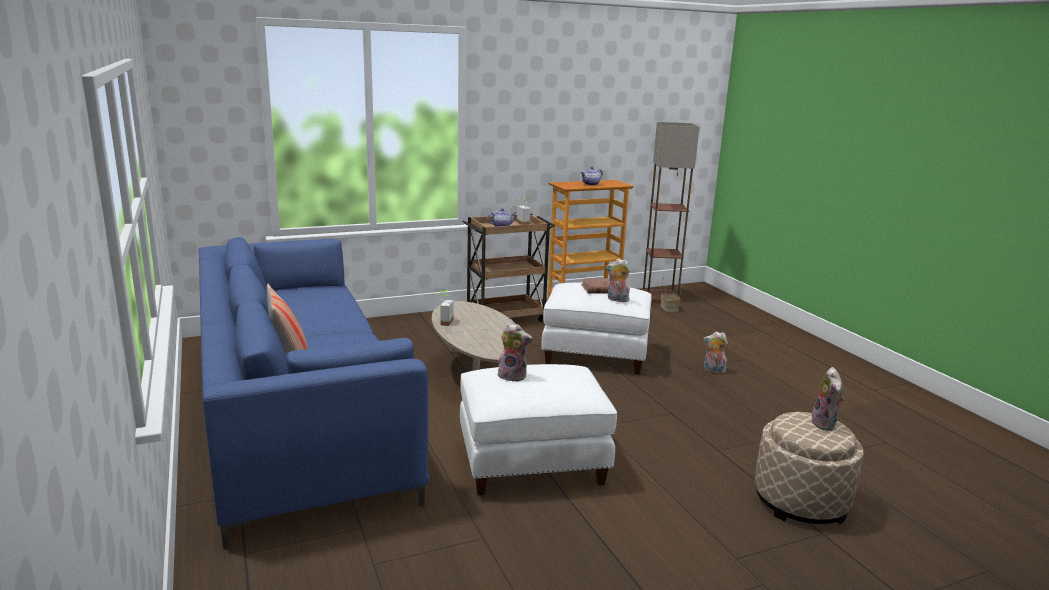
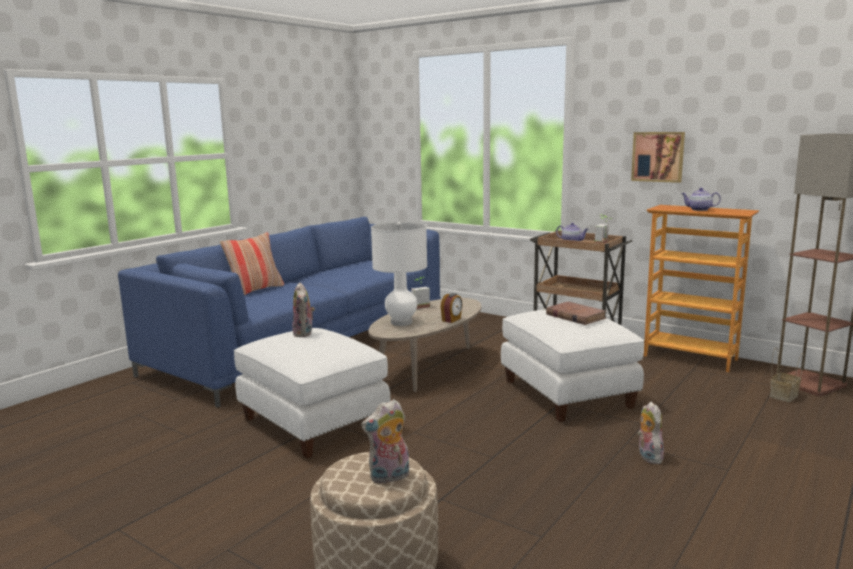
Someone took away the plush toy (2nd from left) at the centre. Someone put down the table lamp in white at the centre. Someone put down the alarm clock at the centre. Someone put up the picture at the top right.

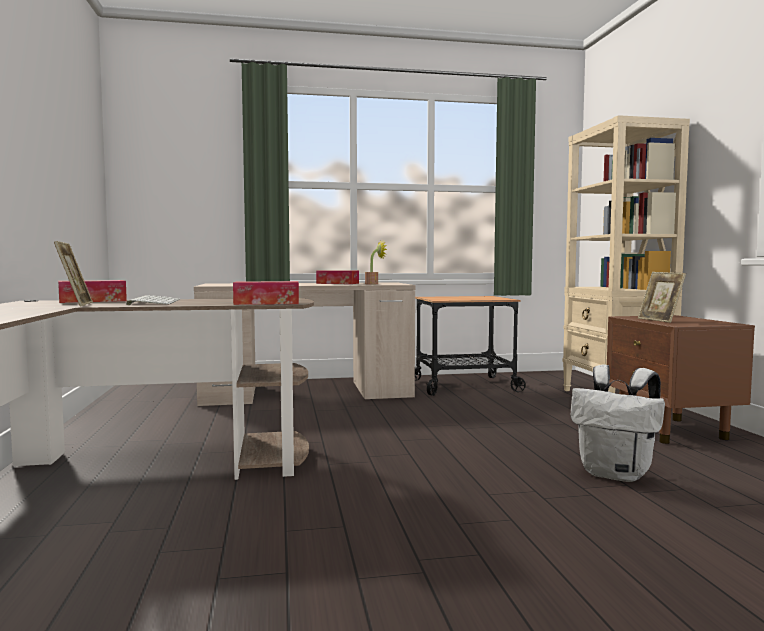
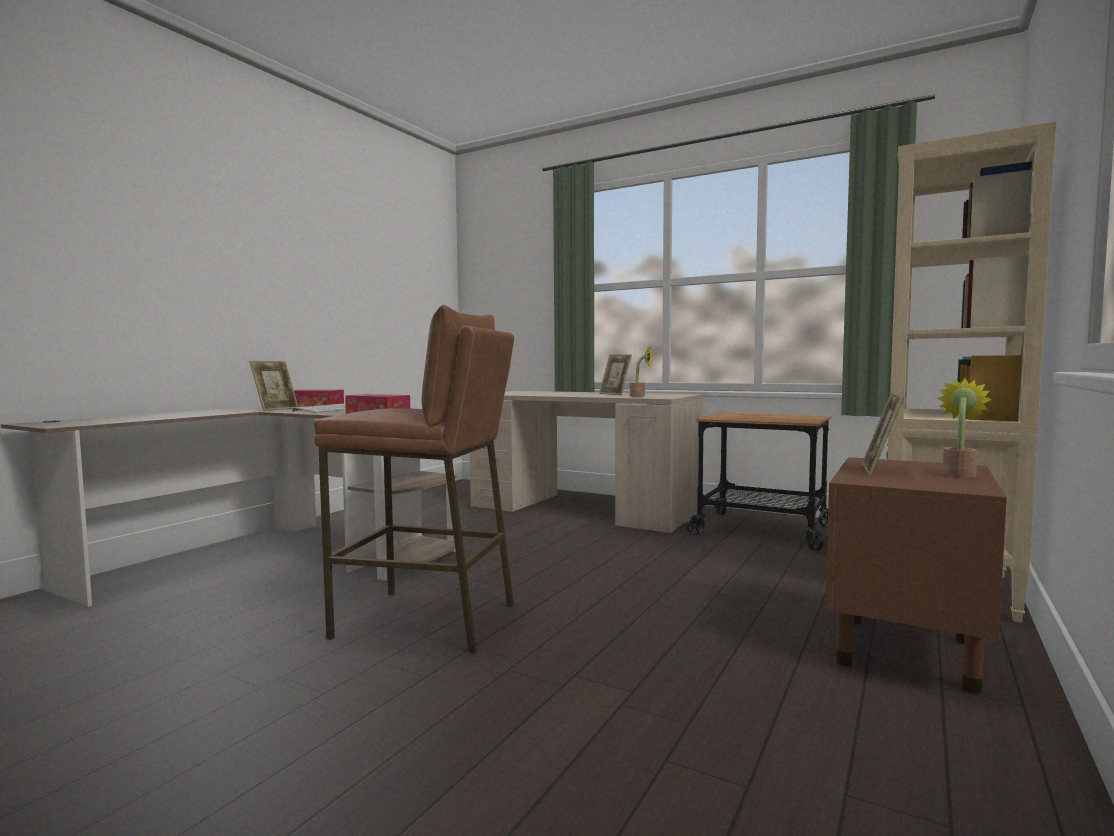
Someone swapped the tissue box (3rd from left) at the centre for the picture frame (2nd from left) at the centre. Someone took away the backpack in white at the bottom right. Someone put down the stool in brown at the centre. Someone put down the potted plant (2nd from left) at the middle right.

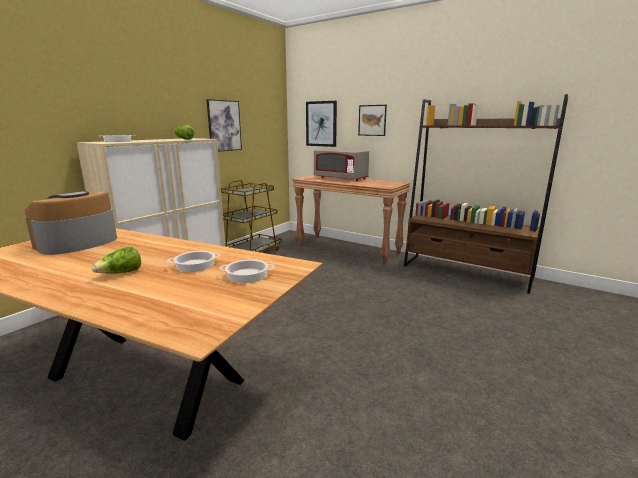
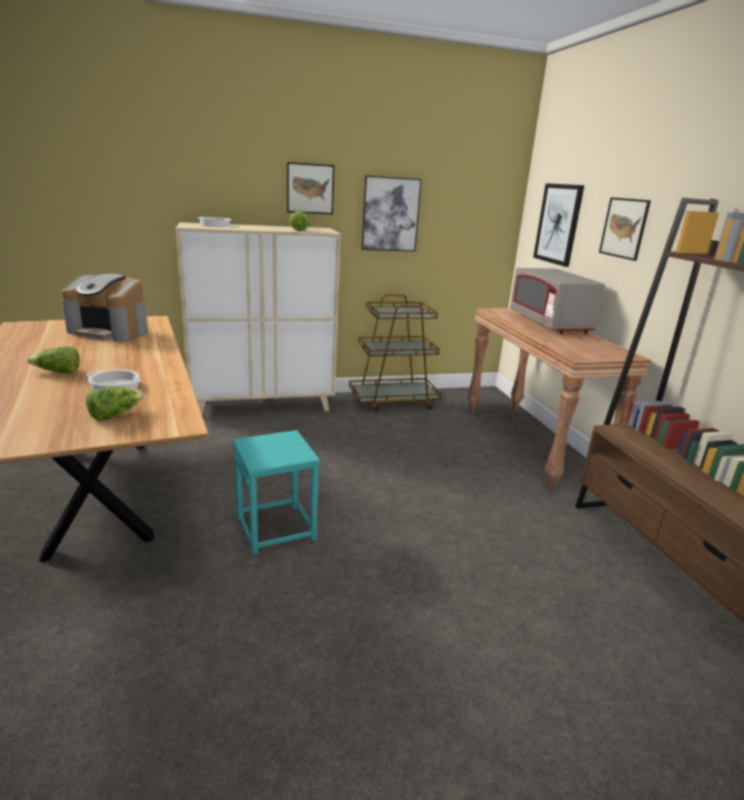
Someone rotated the coffee machine at the middle left by 150 degrees counterclockwise. Someone swapped the cooking pot (3rd from left) at the centre for the lettuce (2nd from left) at the middle left. Someone put down the stool in turquoise at the centre. Someone put up the picture (1st from left) at the top centre.

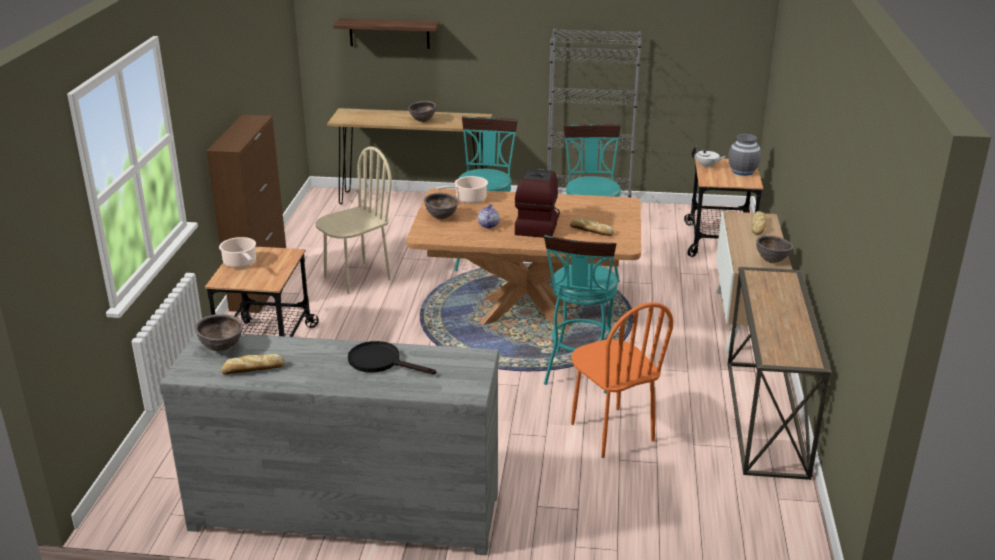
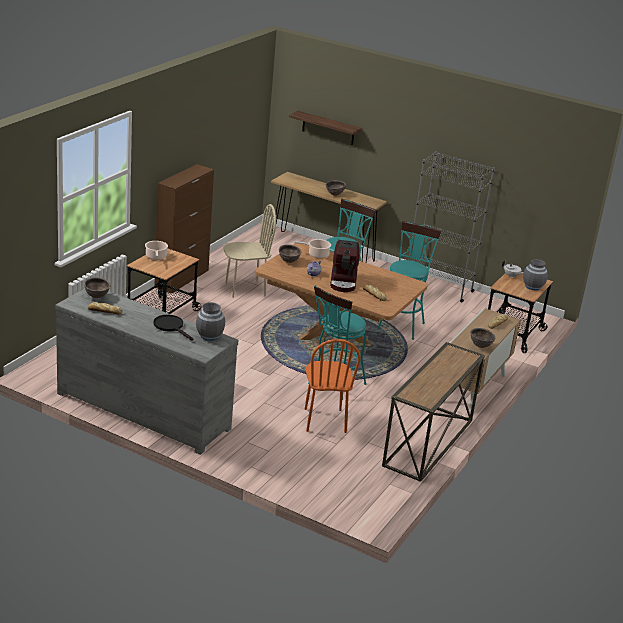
Someone rotated the coffee machine at the centre by 150 degrees clockwise. Someone put down the vase in grey (1st from left) at the centre.

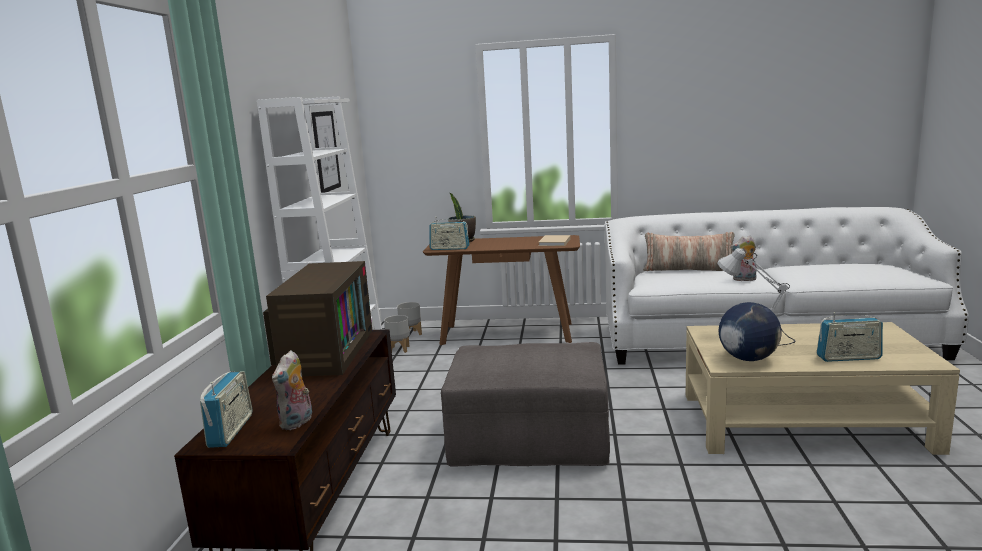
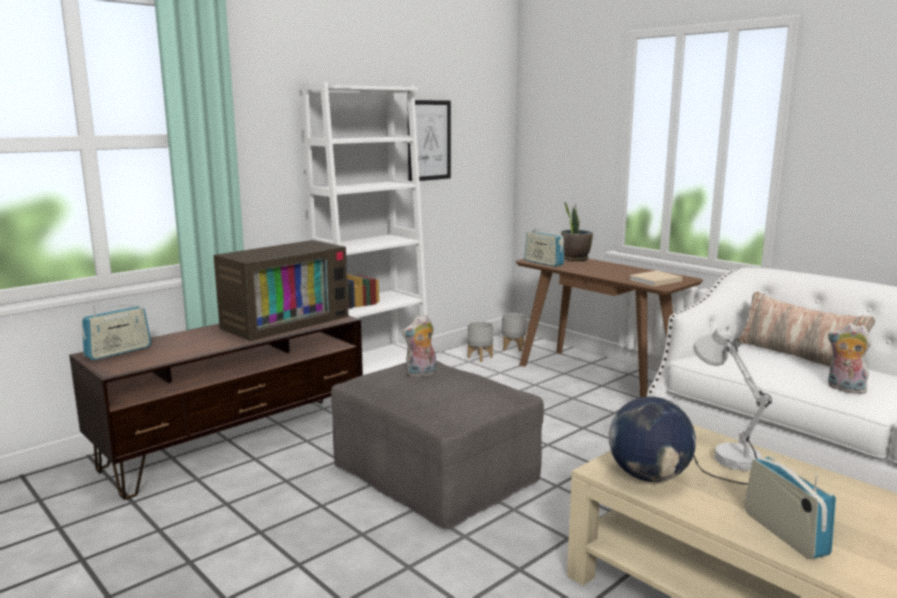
Someone carried the plush toy (1st from left) from the bottom left to the centre. Someone rotated the radio (3rd from left) at the middle right by 150 degrees counterclockwise.

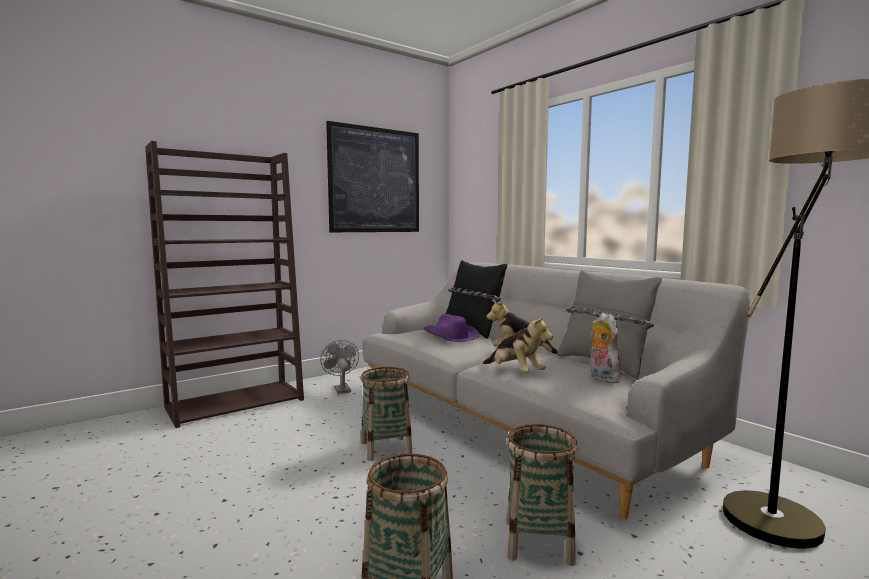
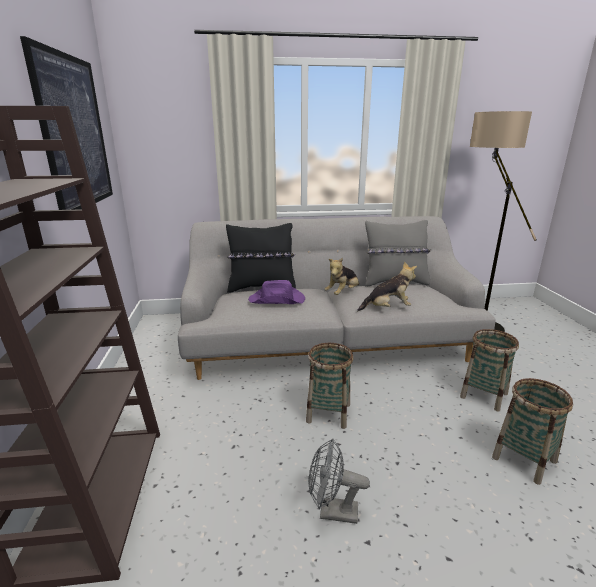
Someone carried the fan in grey from the centre to the bottom centre. Someone took away the plush toy (3rd from left) at the middle right.

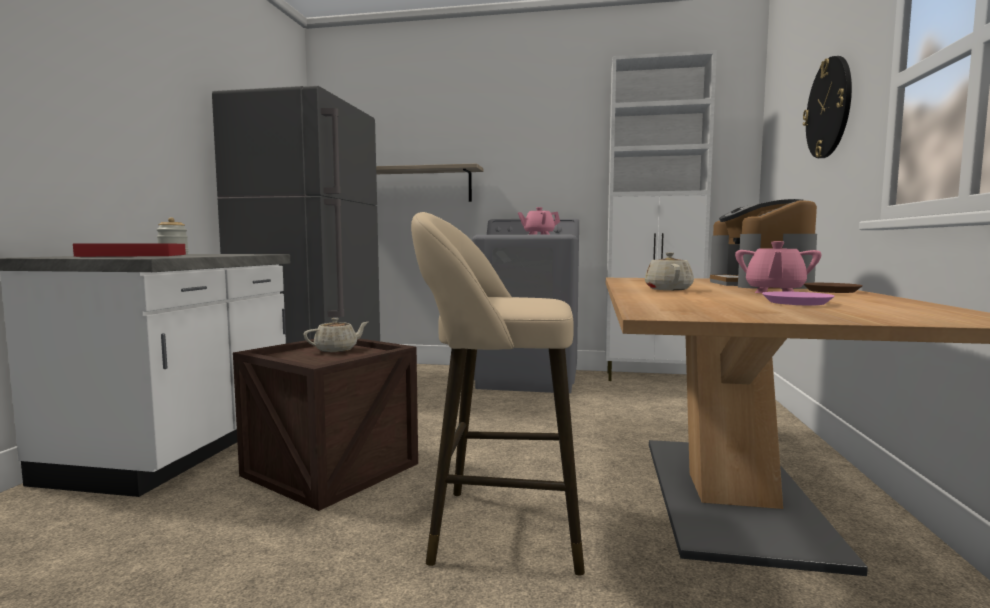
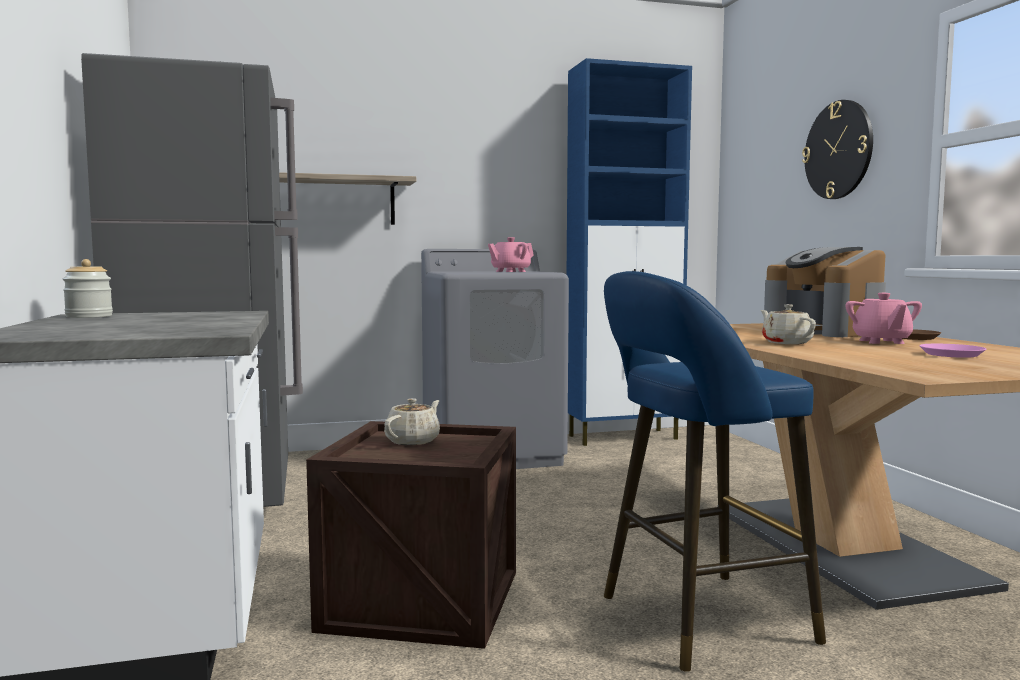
Someone took away the tray in red at the middle left. Someone repainted the stool in beige at the centre, which became the stool in blue at the bottom right. Someone repainted the cabinet in white at the middle right, which became the cabinet in blue at the centre.

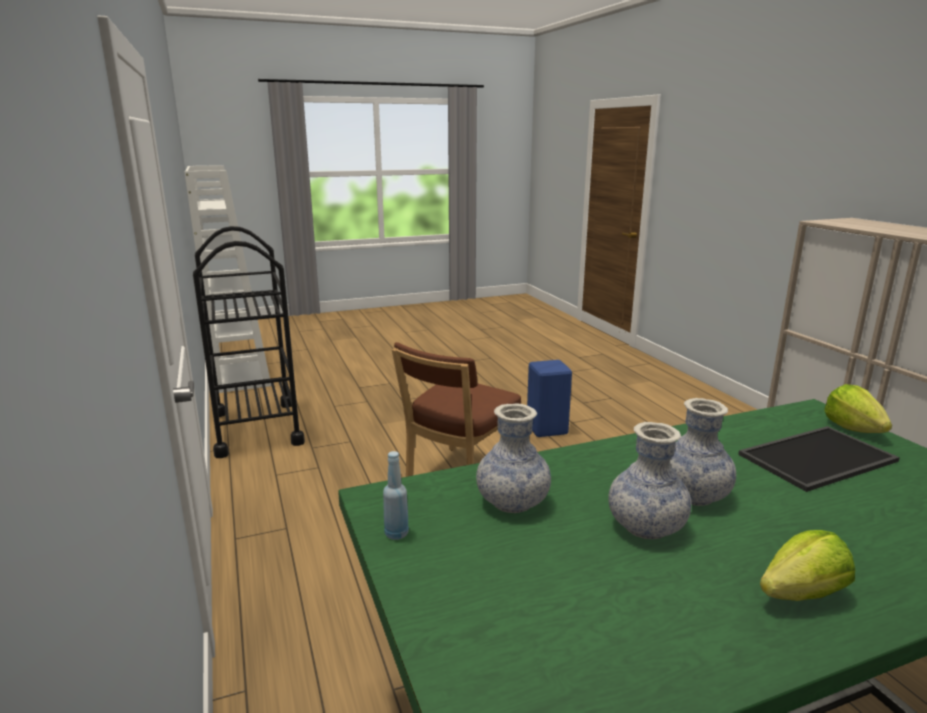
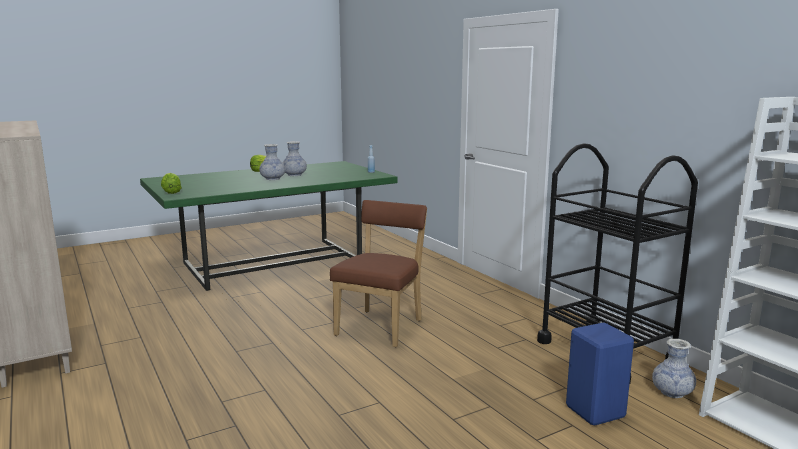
Someone carried the vase (1st from left in the first image) from the centre to the bottom right. Someone carried the stool in blue from the centre to the bottom right. Someone took away the tray at the middle right.

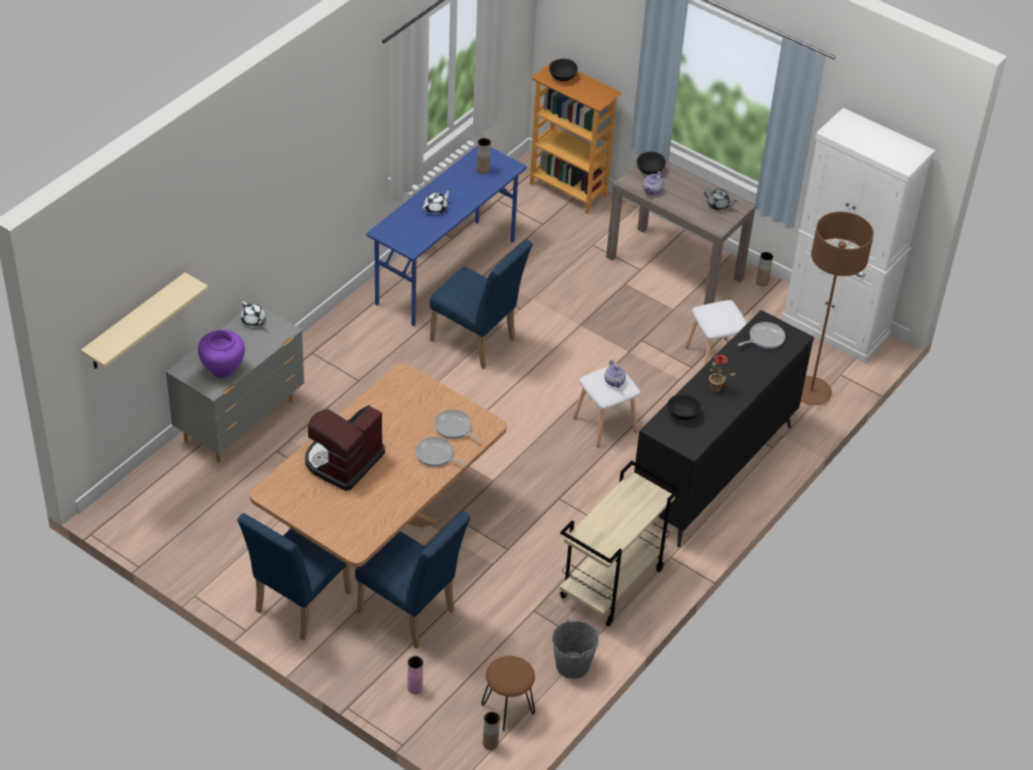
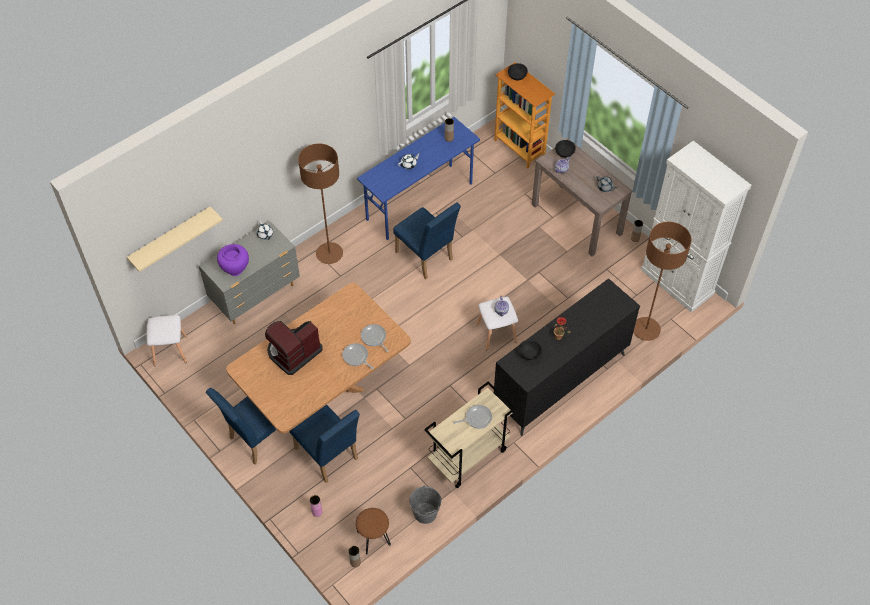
Someone carried the stool in white (2nd from left in the first image) from the middle right to the middle left. Someone carried the frying pan (3rd from left) from the middle right to the bottom centre. Someone put down the floor lamp in brown (1st from left) at the centre.

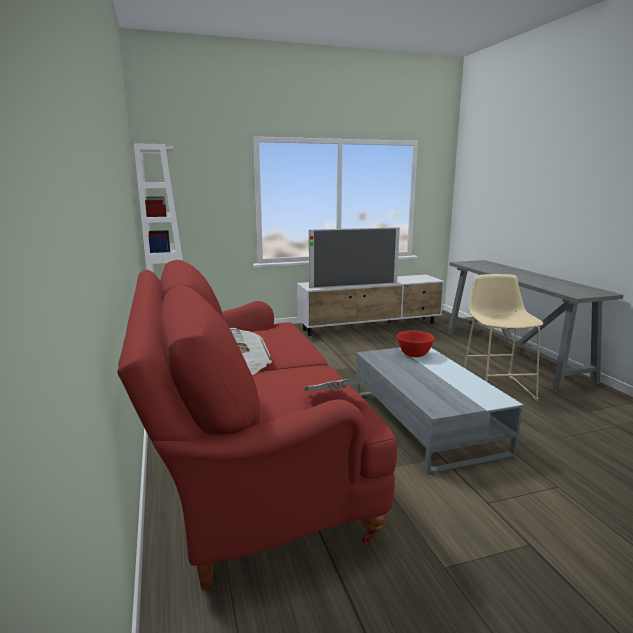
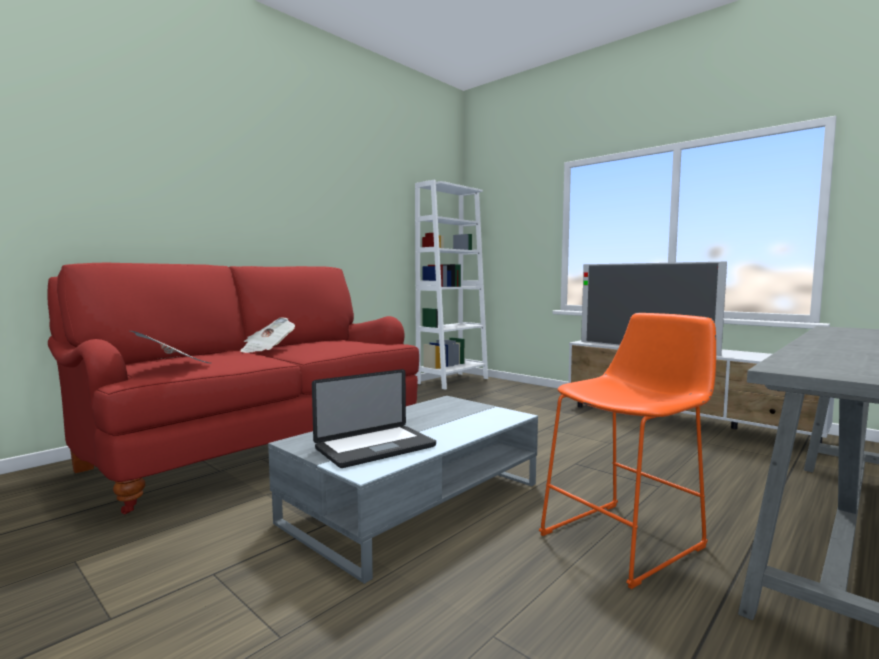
Someone took away the bowl in red at the centre. Someone repainted the stool in beige at the middle right, which became the stool in orange at the bottom right. Someone put down the laptop at the centre.

